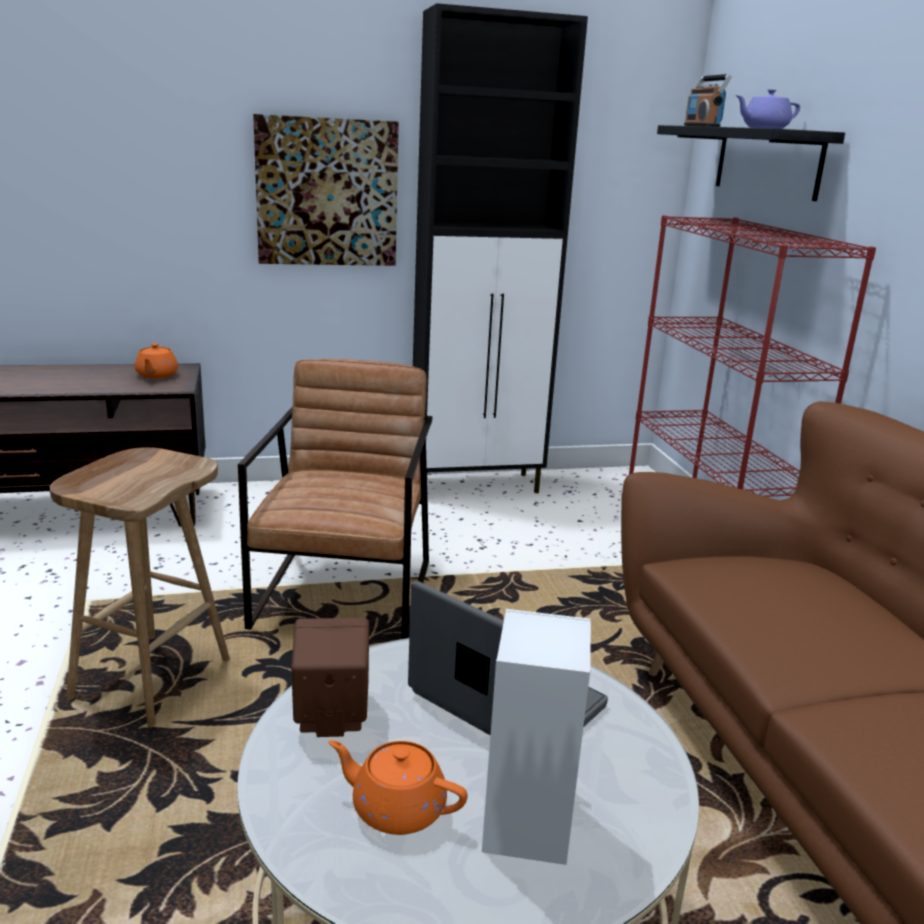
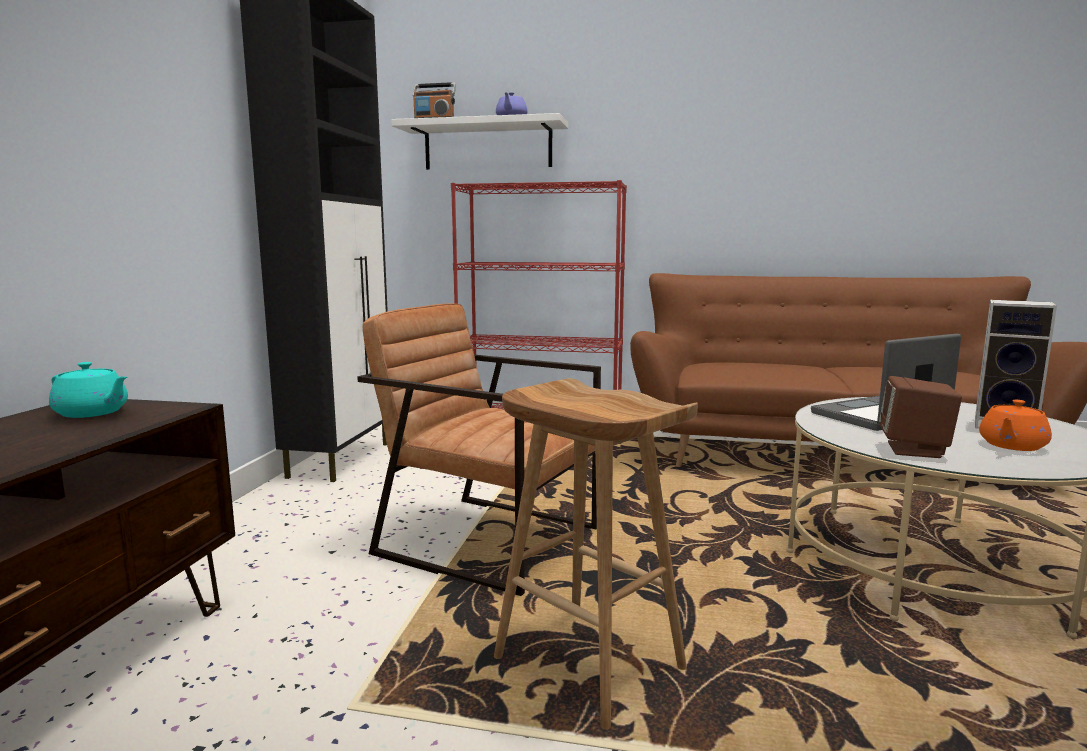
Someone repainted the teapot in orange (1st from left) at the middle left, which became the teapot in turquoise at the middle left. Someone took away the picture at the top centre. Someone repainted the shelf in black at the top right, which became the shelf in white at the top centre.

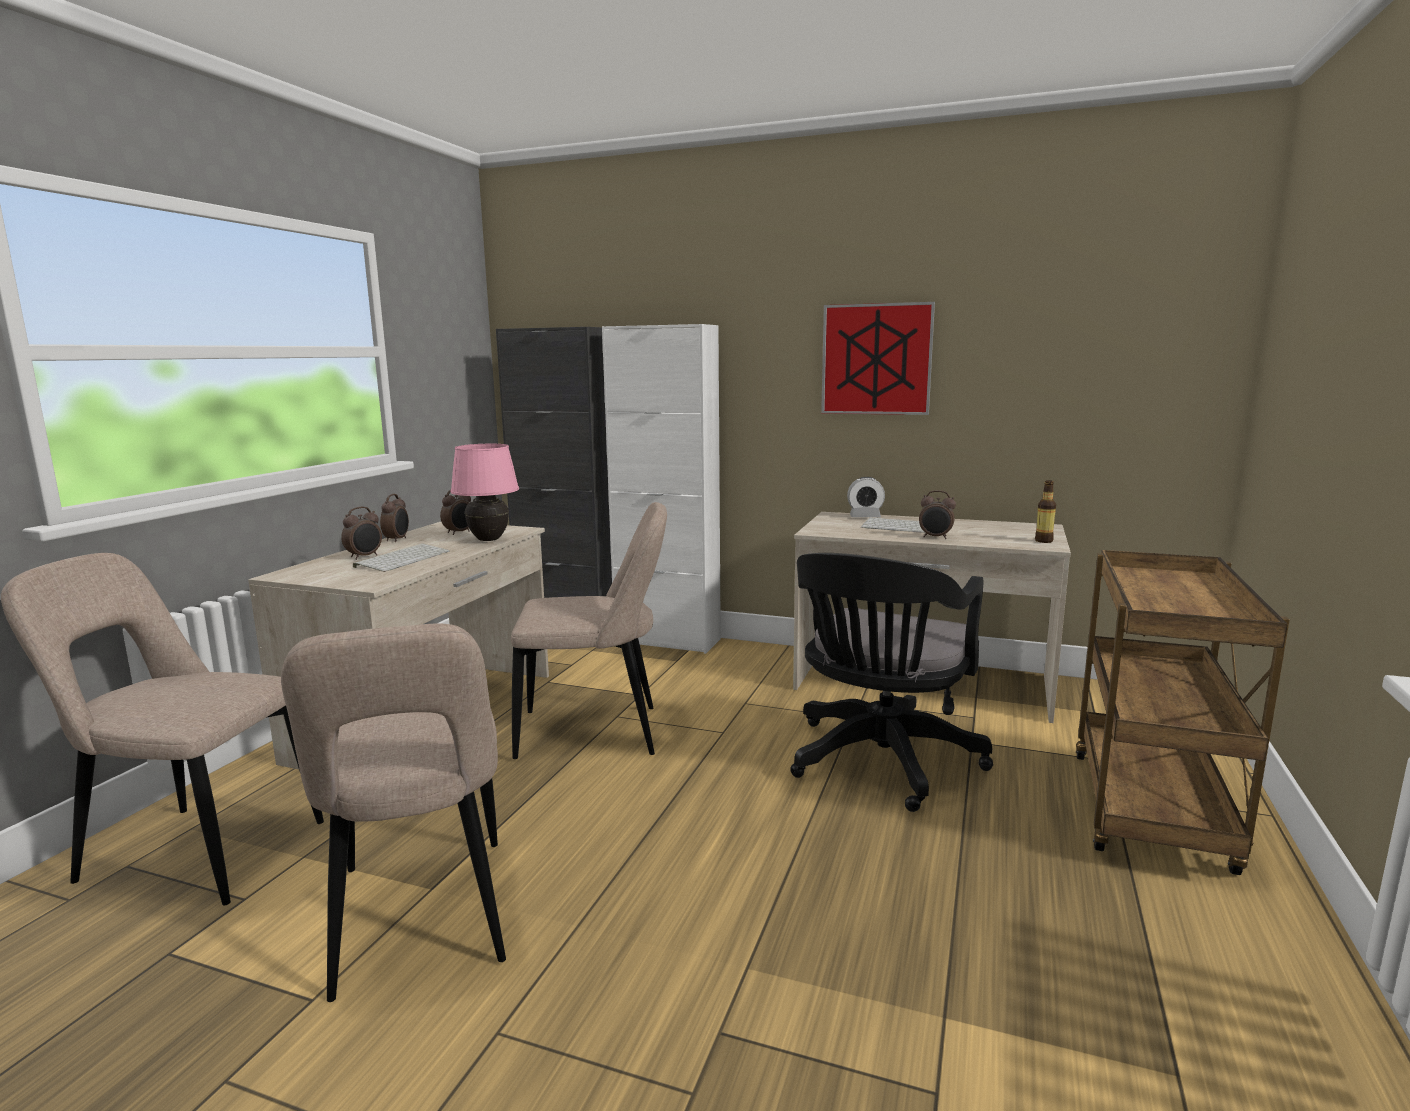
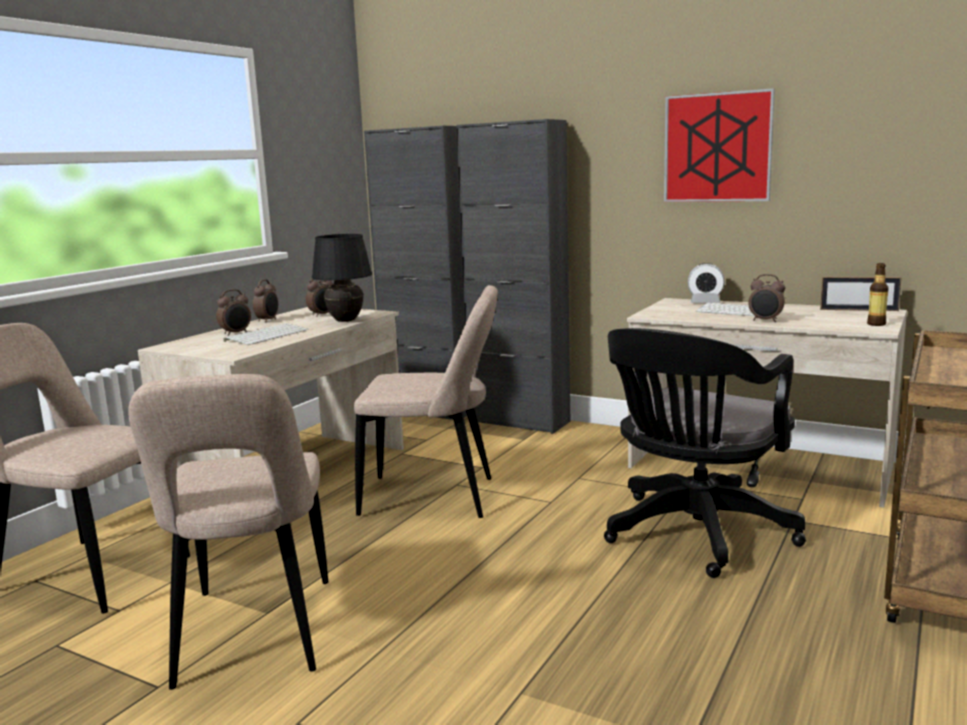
Someone repainted the table lamp in pink at the centre, which became the table lamp in black at the centre. Someone repainted the cabinet in white at the centre, which became the cabinet in black (2nd from left) at the centre. Someone put down the picture frame at the middle right.

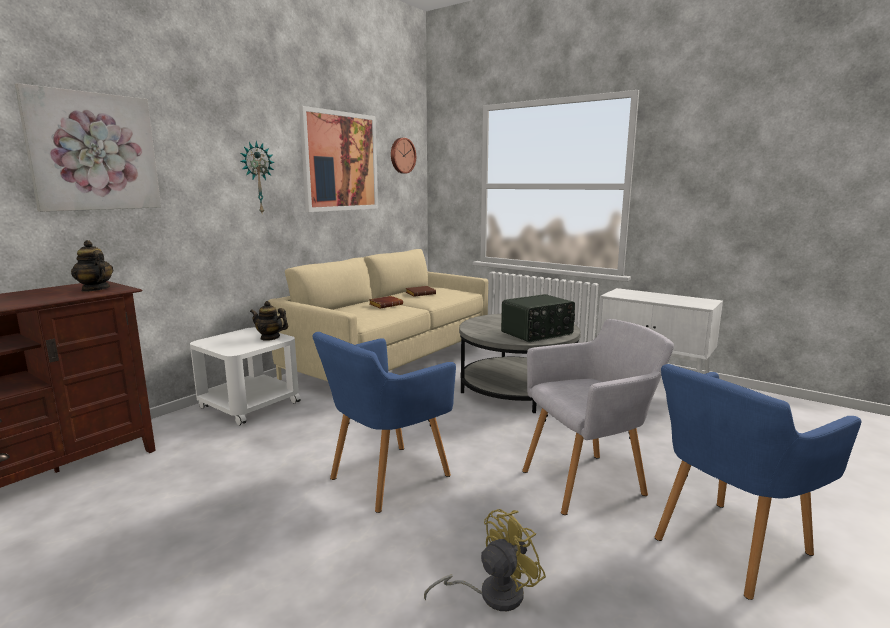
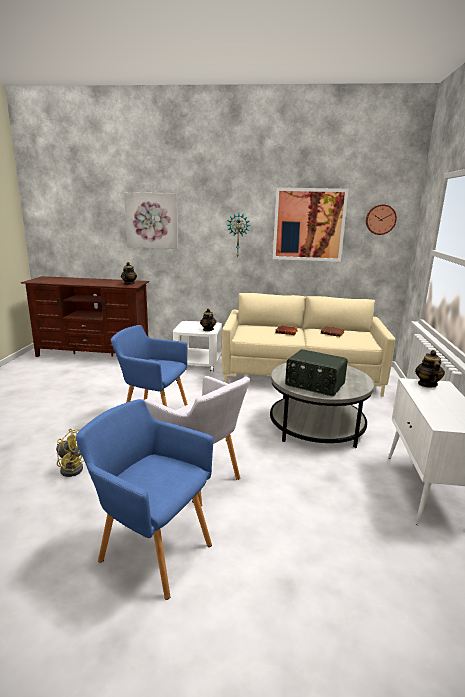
Someone put down the teapot (3rd from left) at the middle right.

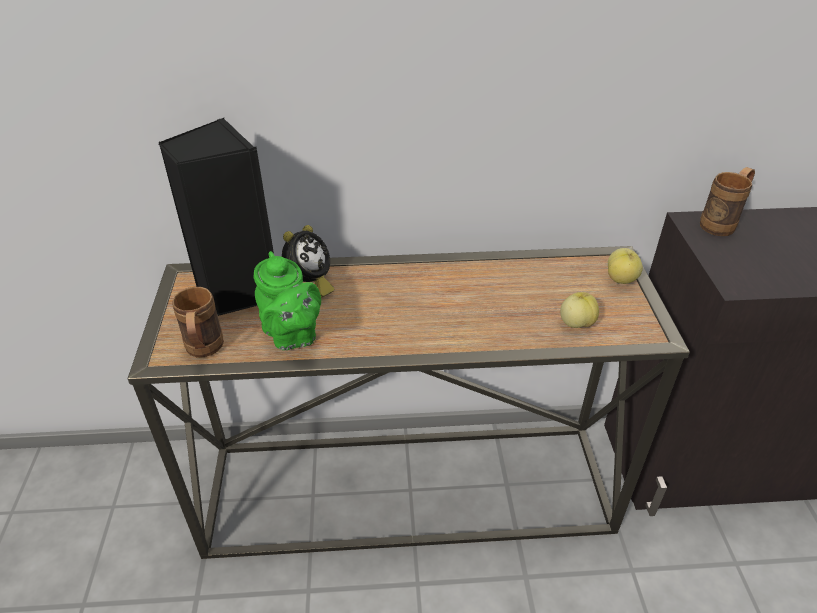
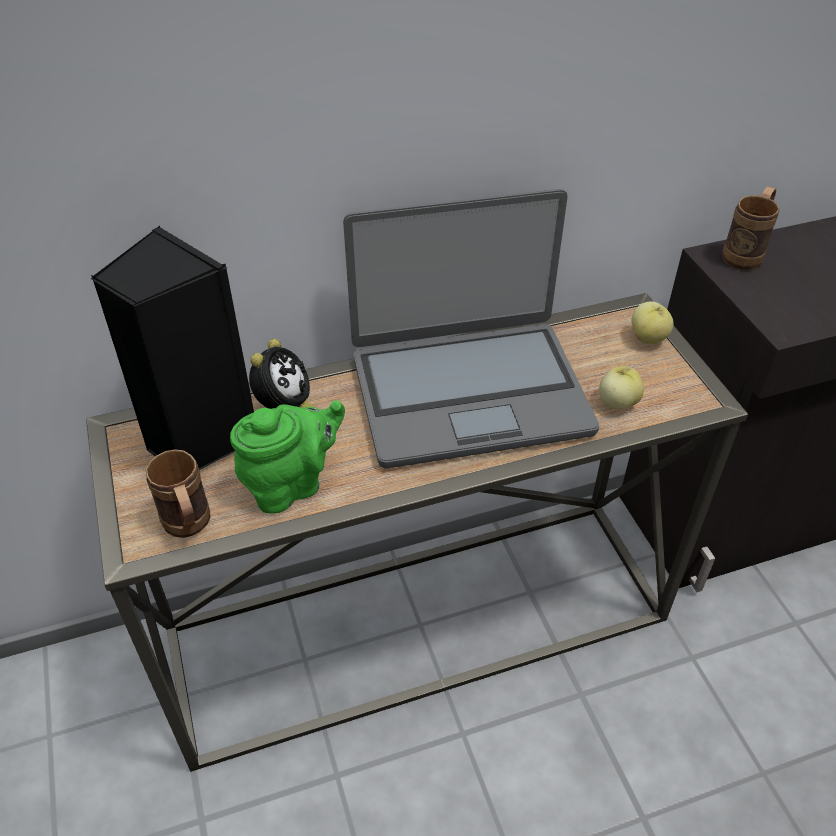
Someone rotated the teapot in green at the centre by 75 degrees counterclockwise. Someone put down the laptop at the centre.

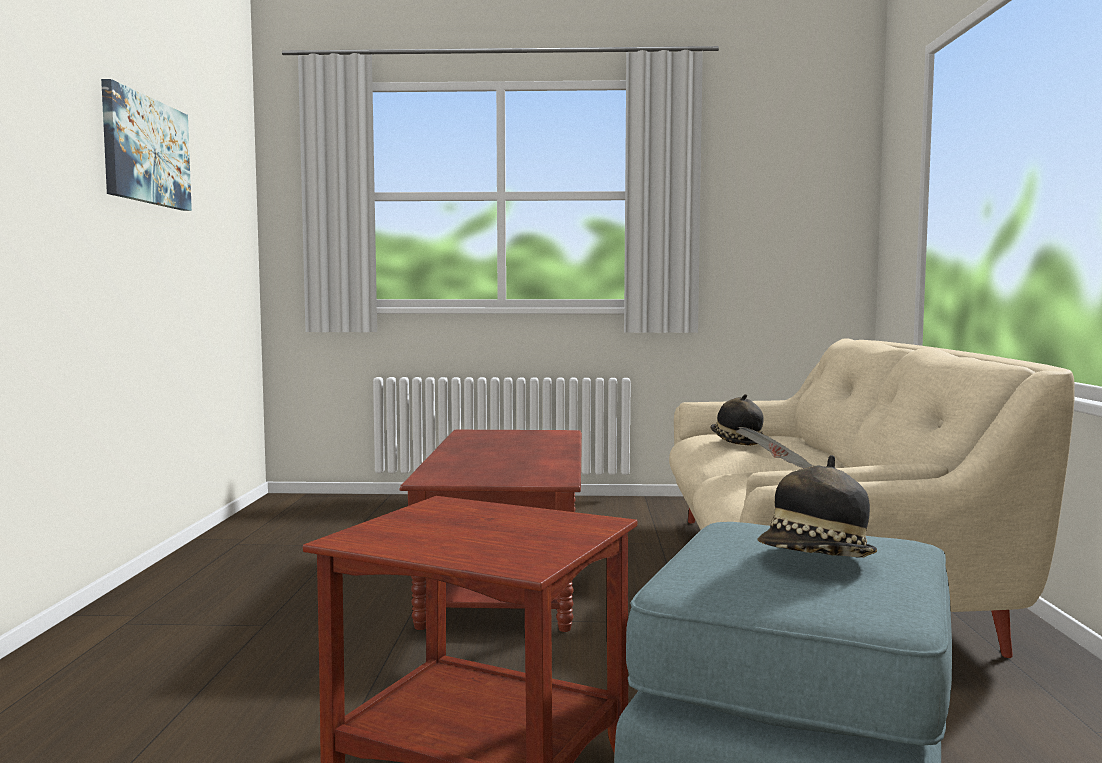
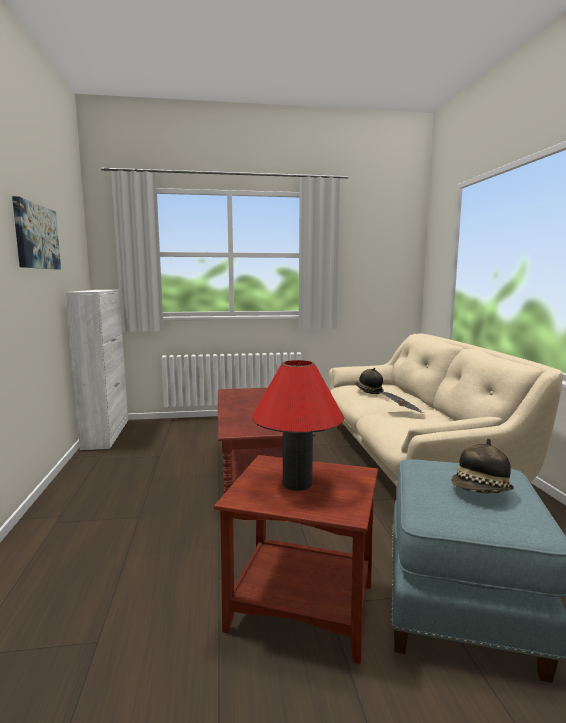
Someone put down the cabinet in white at the middle left. Someone put down the table lamp in red at the centre.

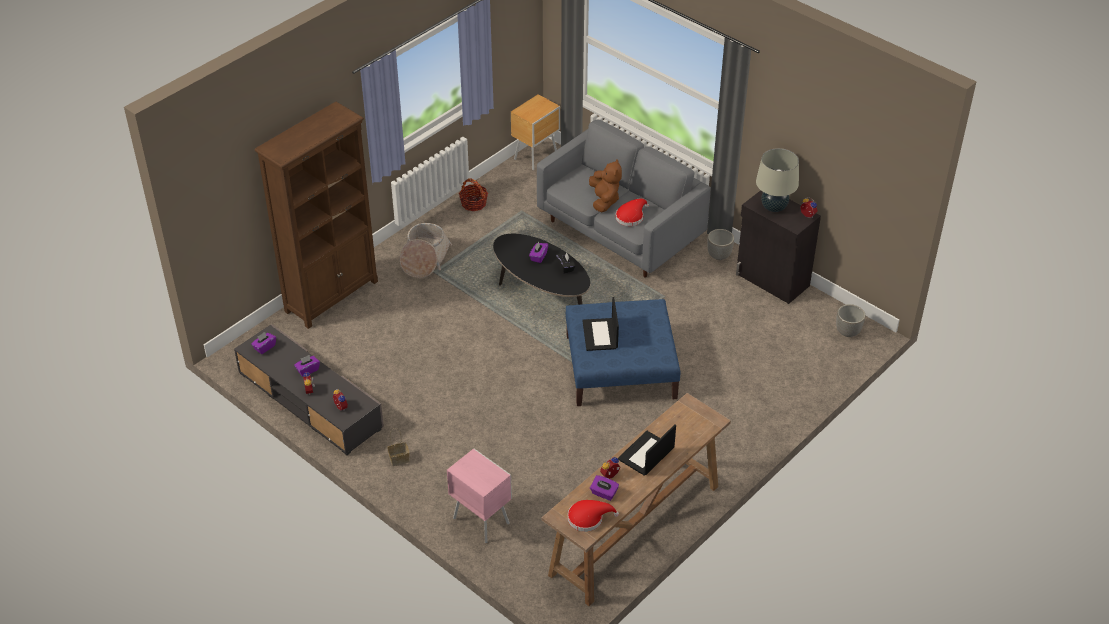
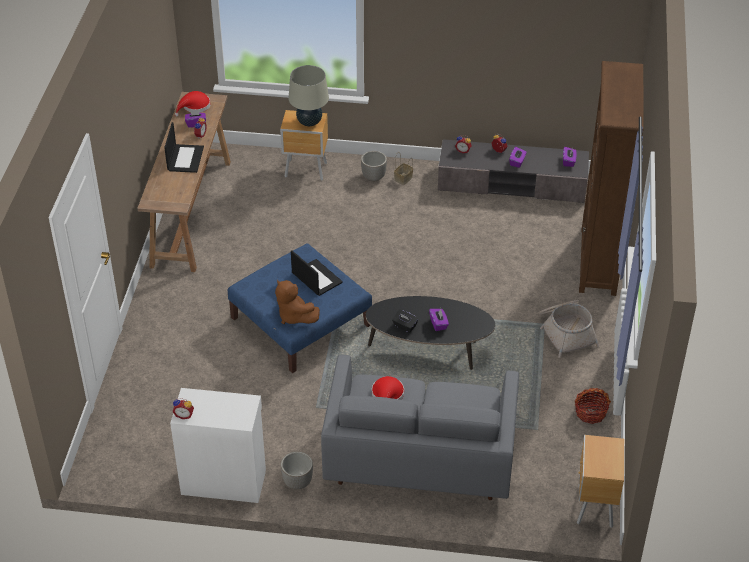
Someone repainted the nightstand in pink at the bottom centre, which became the nightstand in brown (1st from left) at the top centre. Someone carried the plush toy in brown from the top centre to the centre. Someone repainted the cabinet in black at the middle right, which became the cabinet in white at the bottom left. Someone carried the table lamp in beige from the top right to the top centre. Someone carried the planter (2nd from left) from the middle right to the top centre.

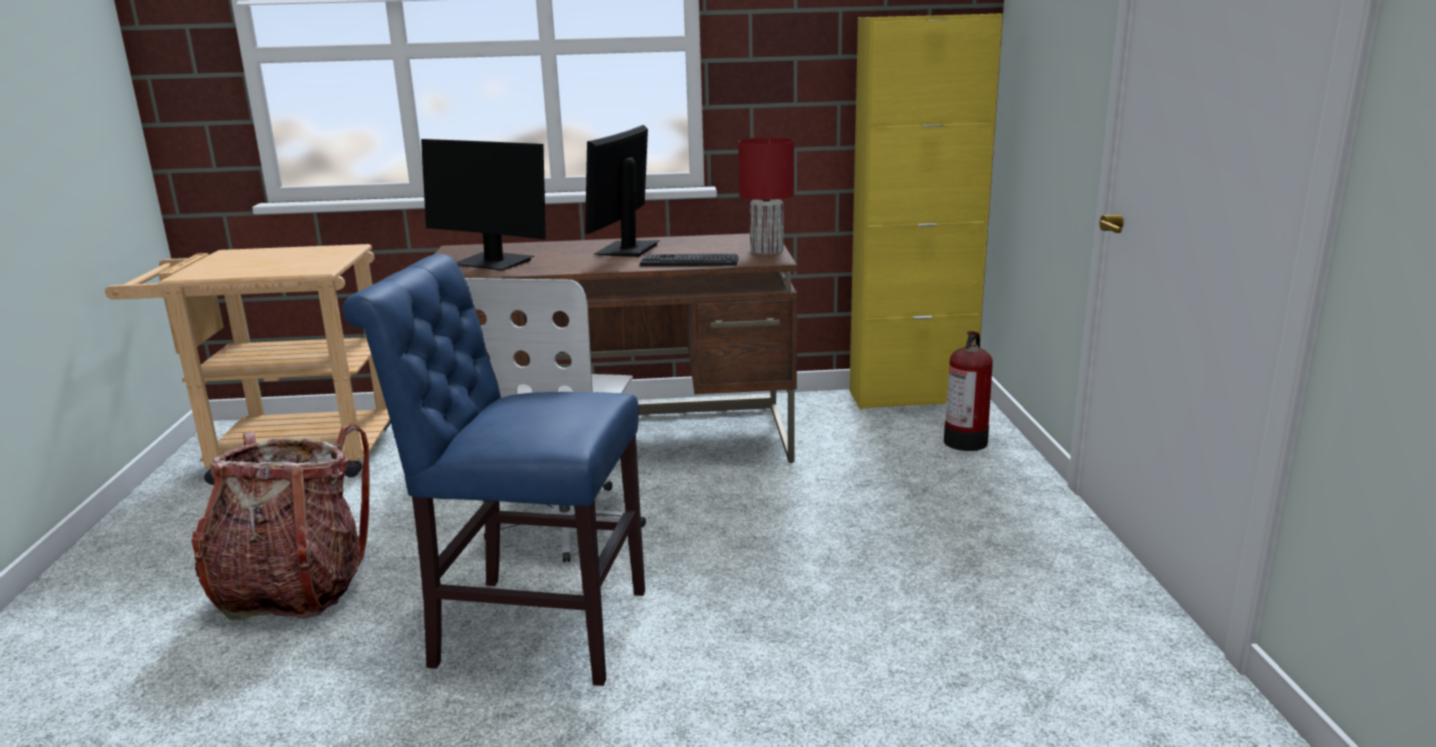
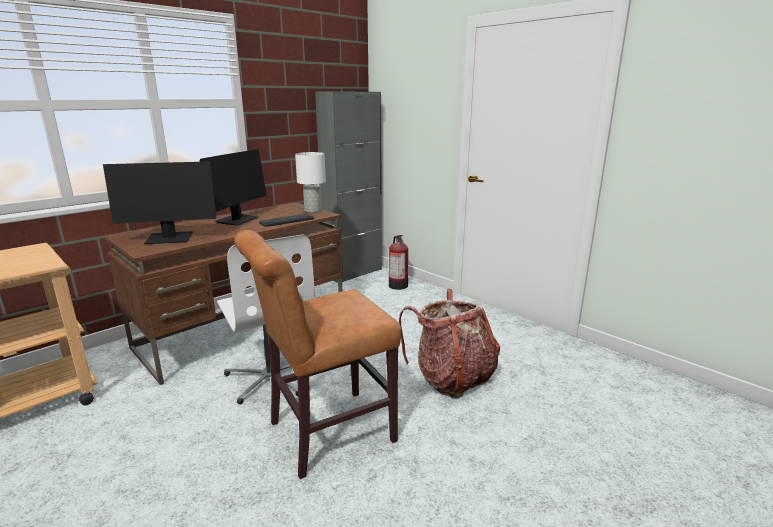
Someone carried the backpack from the bottom left to the centre. Someone repainted the chair in blue at the centre, which became the chair in brown at the bottom centre. Someone rotated the monitor (2nd from left) at the top centre by 135 degrees counterclockwise. Someone repainted the table lamp in red at the top centre, which became the table lamp in white at the centre. Someone repainted the cabinet in yellow at the top centre, which became the cabinet in grey at the centre.

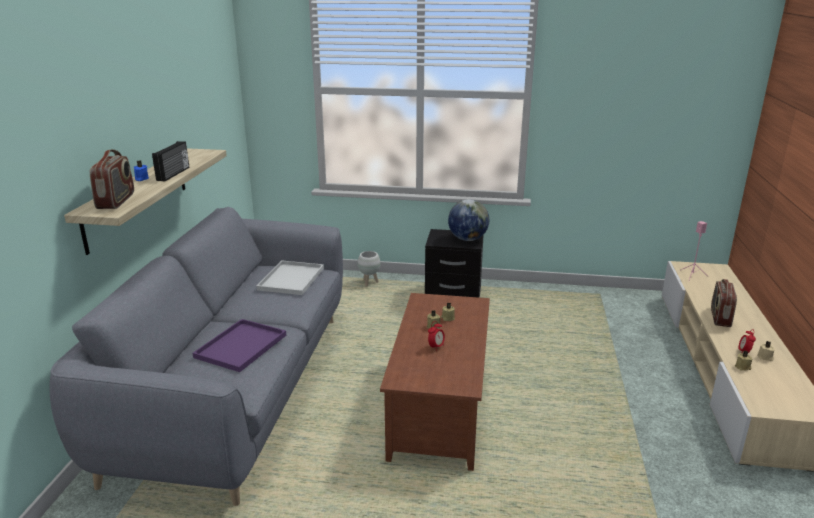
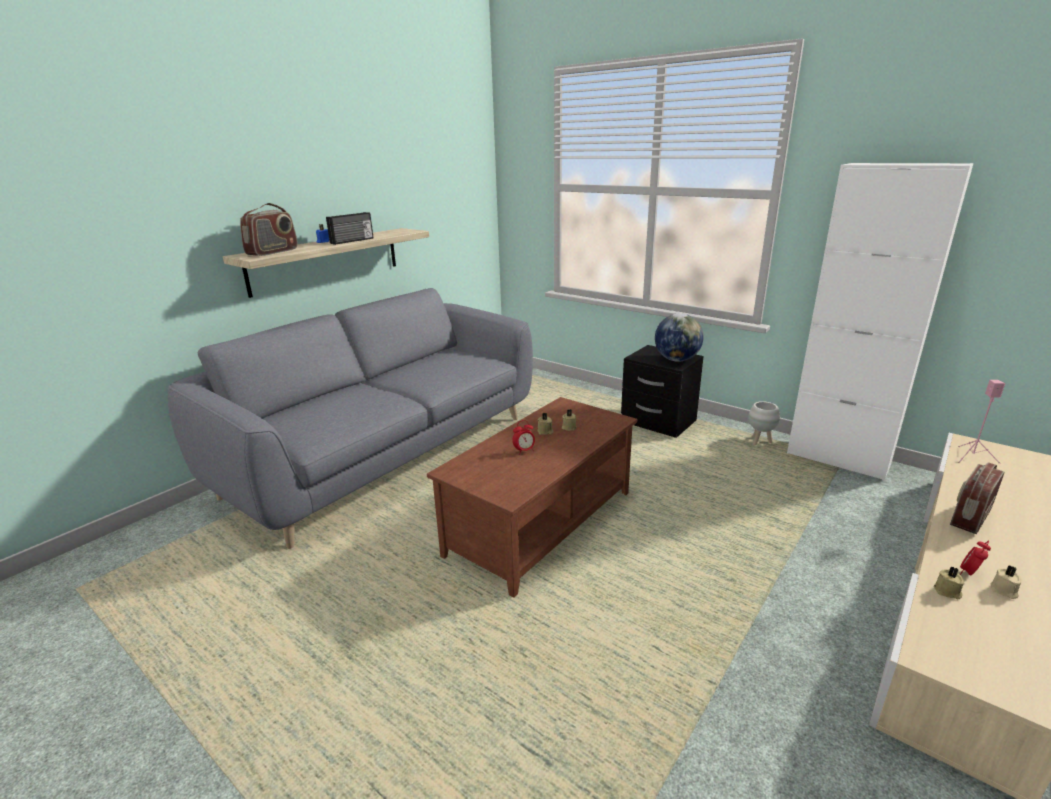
Someone took away the tray in purple at the middle left. Someone took away the tray in white at the centre. Someone carried the planter in white from the centre to the middle right. Someone put down the cabinet in white at the middle right.

